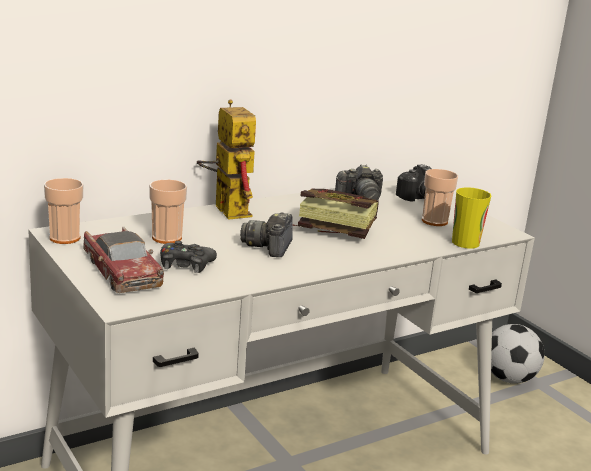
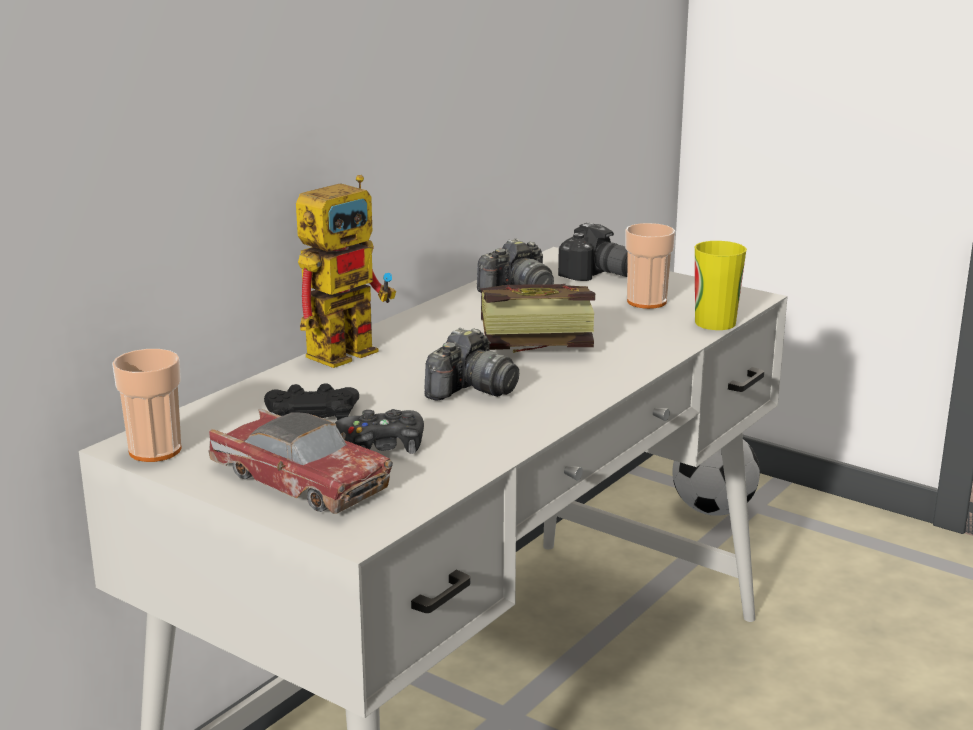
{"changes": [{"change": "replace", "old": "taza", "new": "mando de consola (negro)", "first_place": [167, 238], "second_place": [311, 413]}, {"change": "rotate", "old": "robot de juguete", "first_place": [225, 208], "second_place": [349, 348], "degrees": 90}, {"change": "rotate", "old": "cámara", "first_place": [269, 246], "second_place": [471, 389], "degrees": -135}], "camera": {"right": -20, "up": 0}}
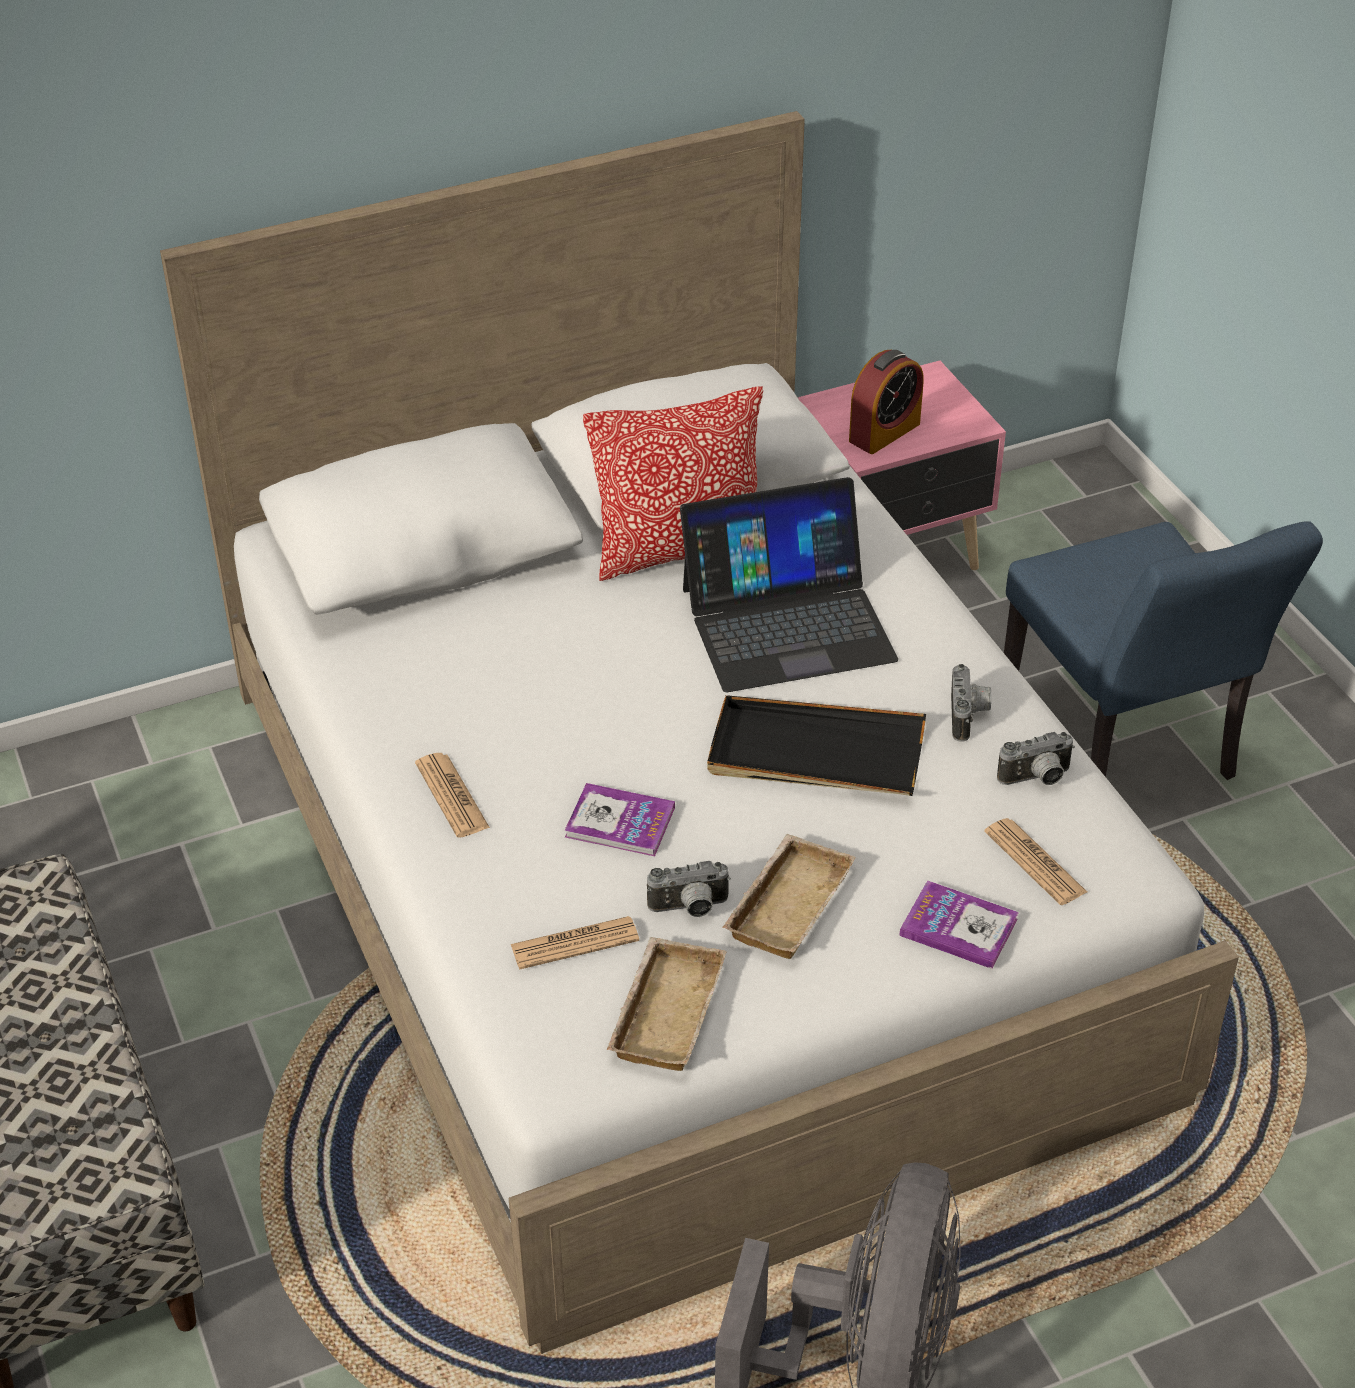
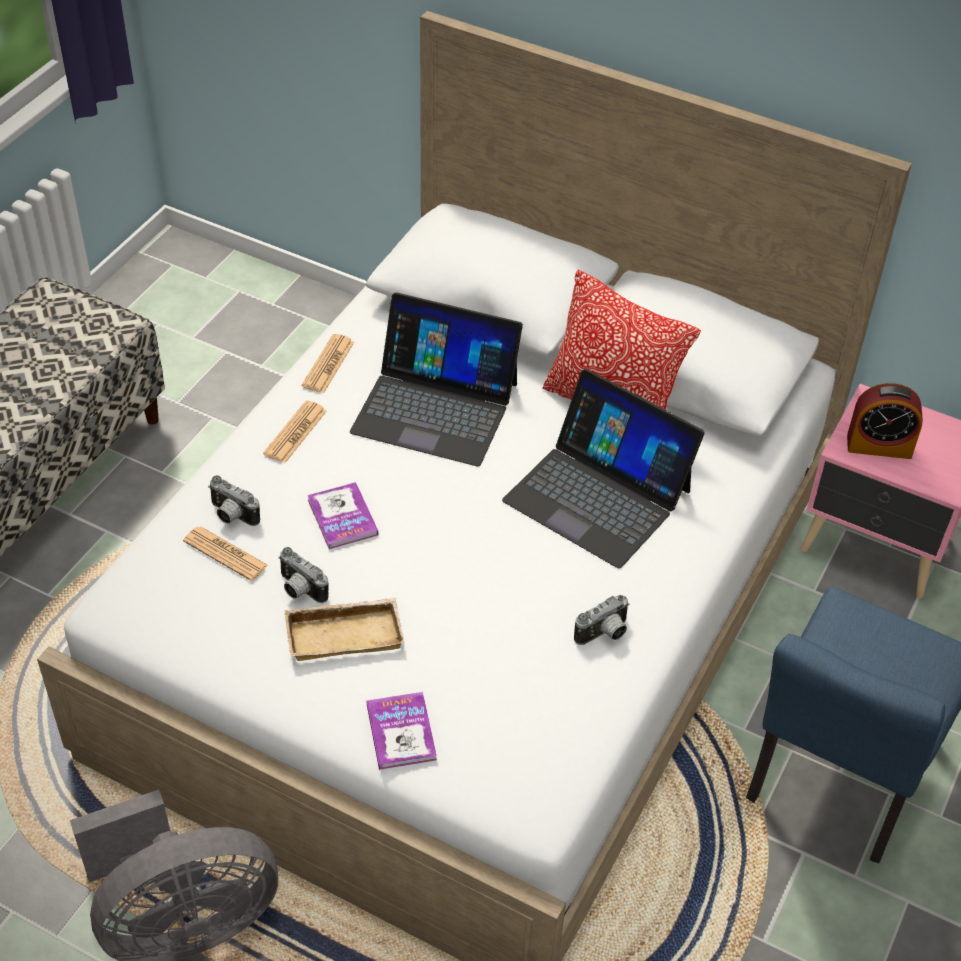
{"changes": [{"change": "delete", "old": "bandeja (beis)", "first_place": [664, 1010]}, {"change": "delete", "old": "bandeja (negro)", "first_place": [815, 753]}, {"change": "insert", "new": "portátil", "second_place": [435, 406]}, {"change": "move", "old": "periódico", "first_place": [1035, 862], "second_place": [328, 364]}, {"change": "move", "old": "cámara", "first_place": [1037, 779], "second_place": [231, 516]}], "camera": {"right": 50, "up": 5}}
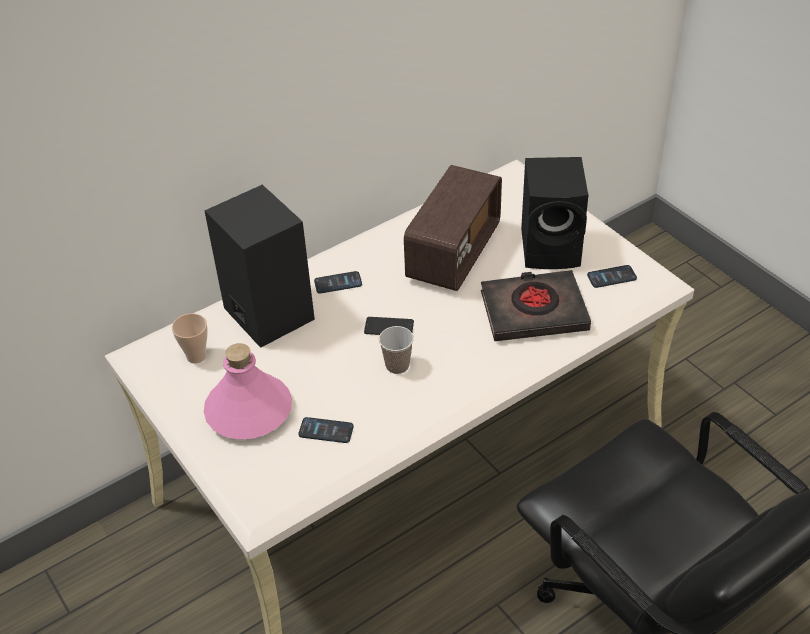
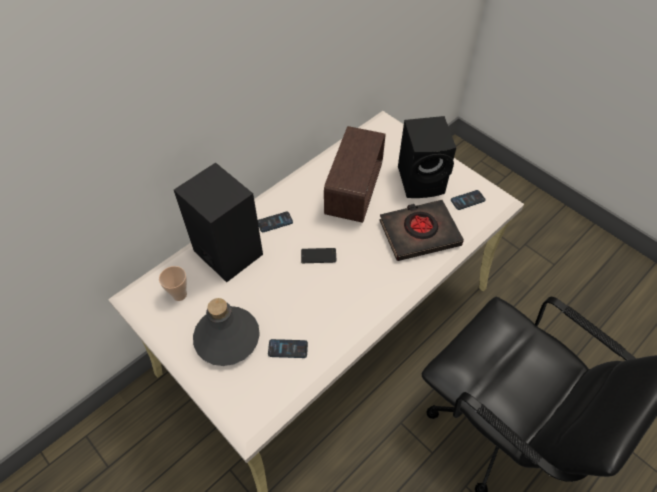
{"changes": [{"change": "delete", "old": "taza", "first_place": [397, 365]}, {"change": "recolor", "old": "botella (rosa)", "new": "botella (gris)", "first_place": [248, 411], "second_place": [227, 338]}], "camera": {"right": -10, "up": 10}}
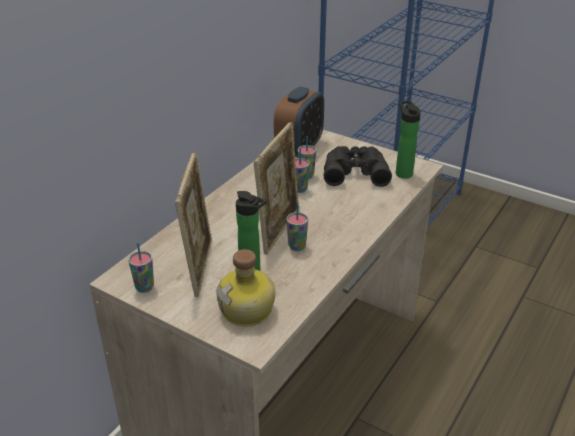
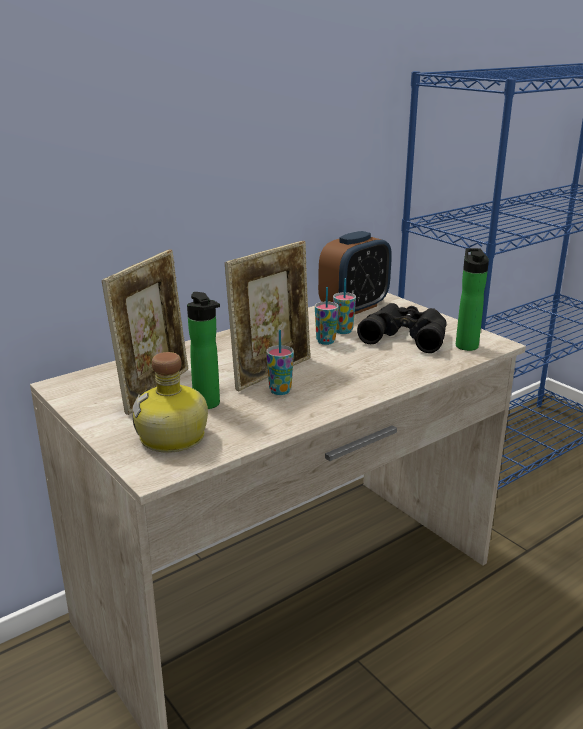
{"changes": [{"change": "delete", "old": "taza", "first_place": [144, 287]}], "camera": {"right": 20, "up": -10}}
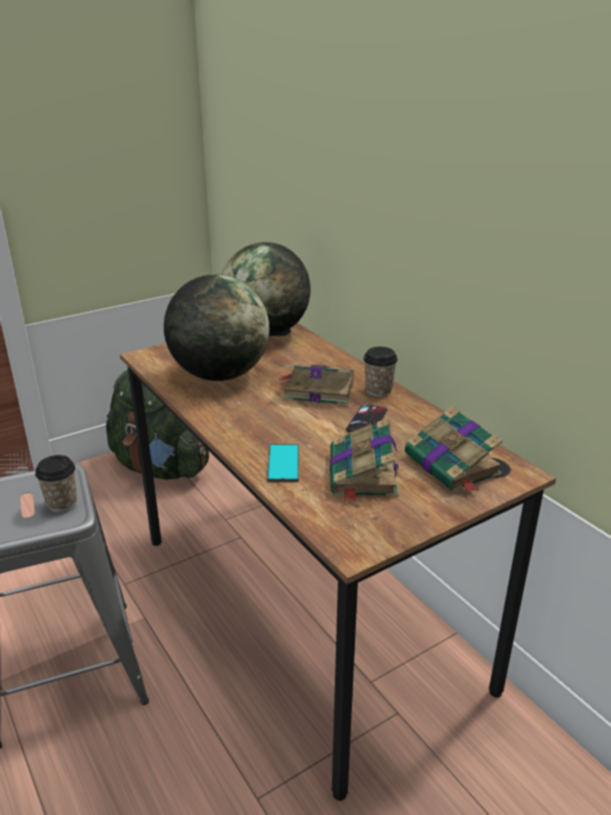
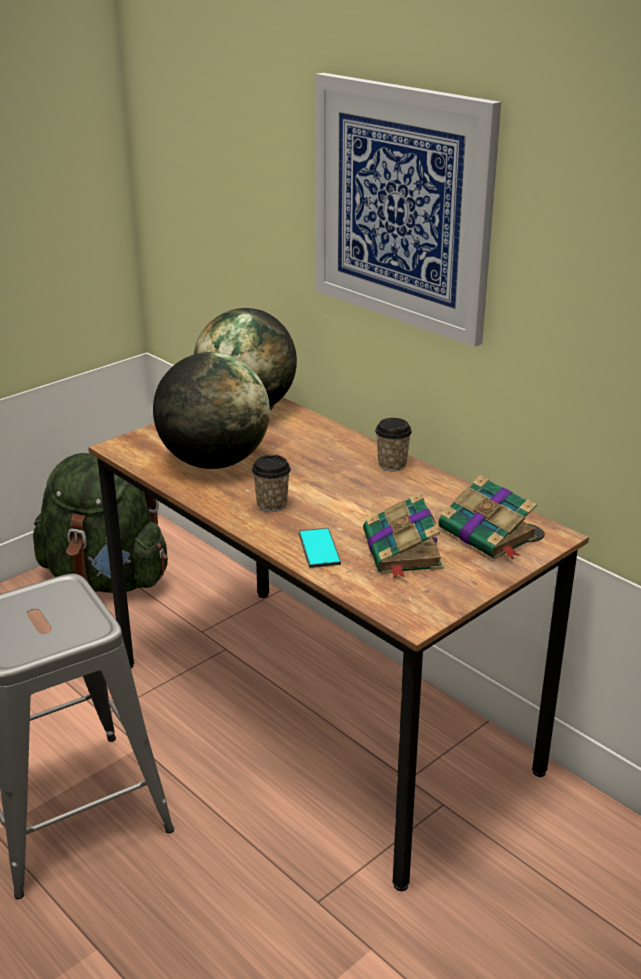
{"changes": [{"change": "delete", "old": "libro", "first_place": [317, 390]}, {"change": "delete", "old": "móvil", "first_place": [367, 420]}, {"change": "insert", "new": "cuadro", "second_place": [401, 206]}, {"change": "move", "old": "taza", "first_place": [62, 503], "second_place": [272, 505]}], "camera": {"right": -10, "up": 0}}
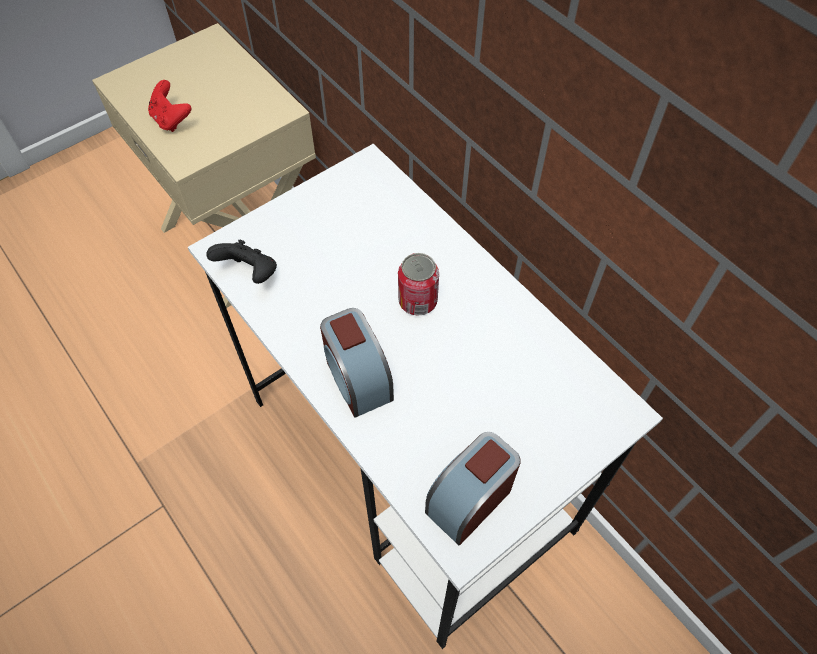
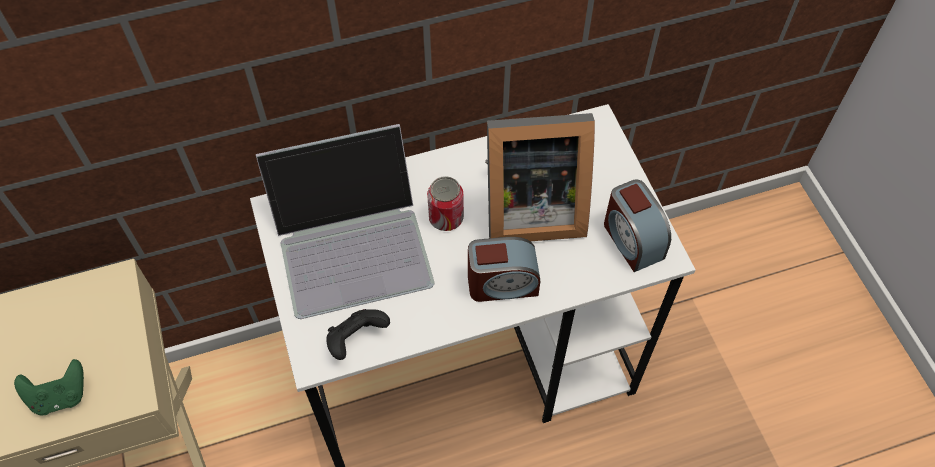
{"changes": [{"change": "insert", "new": "portátil", "second_place": [353, 242]}, {"change": "insert", "new": "portarretratos", "second_place": [529, 209]}, {"change": "recolor", "old": "mando de consola (rojo)", "new": "mando de consola (verde)", "first_place": [171, 120], "second_place": [60, 396]}], "camera": {"right": -70, "up": 0}}
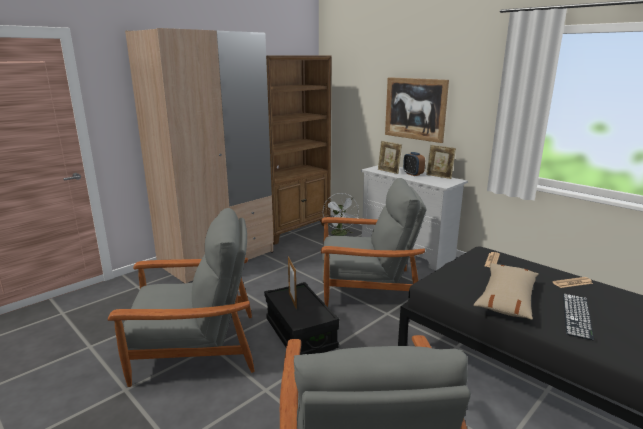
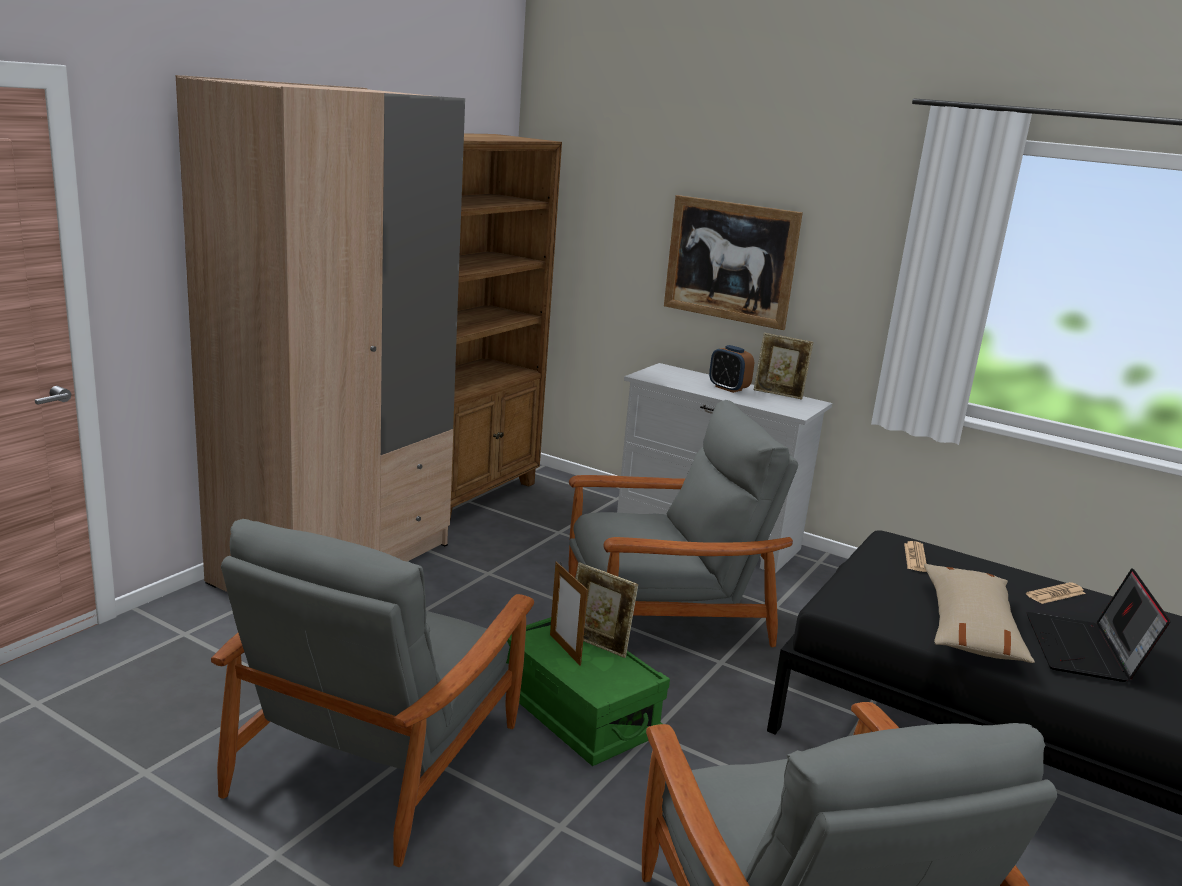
{"changes": [{"change": "delete", "old": "ventilador (blanco)", "first_place": [340, 234]}, {"change": "move", "old": "portarretratos", "first_place": [388, 171], "second_place": [598, 645]}, {"change": "replace", "old": "teclado", "new": "portátil", "first_place": [577, 315], "second_place": [1086, 651]}, {"change": "recolor", "old": "caja de almacenaje (negro)", "new": "caja de almacenaje (verde)", "first_place": [300, 334], "second_place": [578, 713]}, {"change": "rotate", "old": "sillón (gris)", "first_place": [194, 348], "second_place": [379, 757], "degrees": 135}], "camera": {"right": -15, "up": 0}}
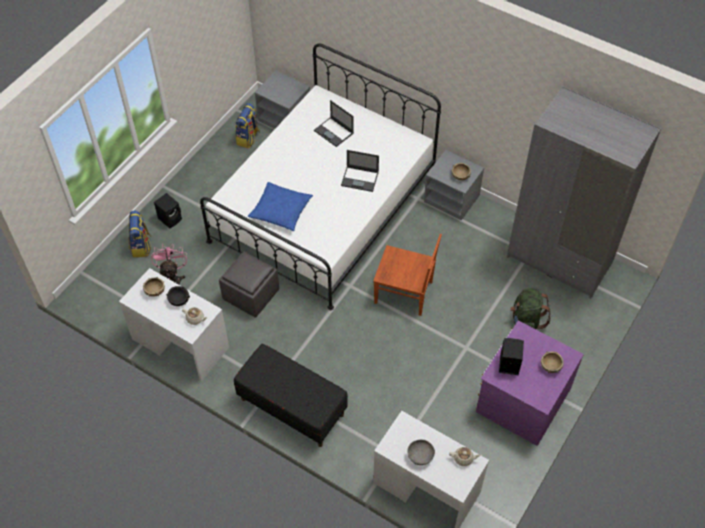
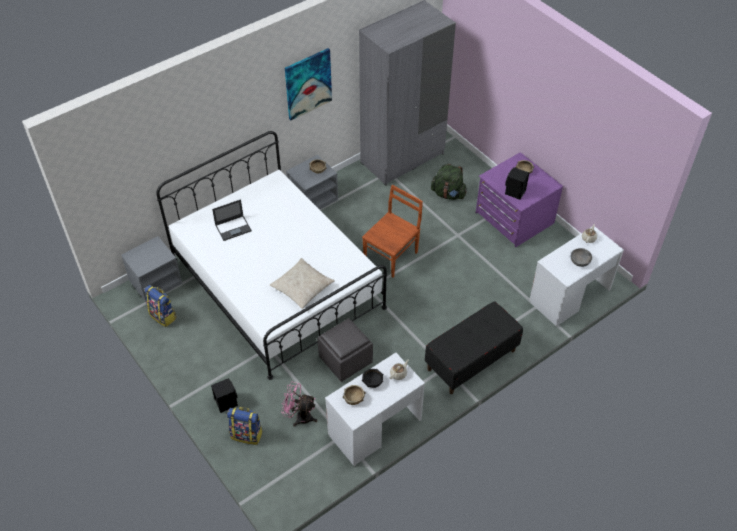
{"changes": [{"change": "delete", "old": "portátil", "first_place": [360, 179]}, {"change": "insert", "new": "cuadro", "second_place": [308, 84]}, {"change": "recolor", "old": "cojín (azul)", "new": "cojín (beis)", "first_place": [280, 210], "second_place": [302, 287]}], "camera": {"right": -70, "up": -5}}
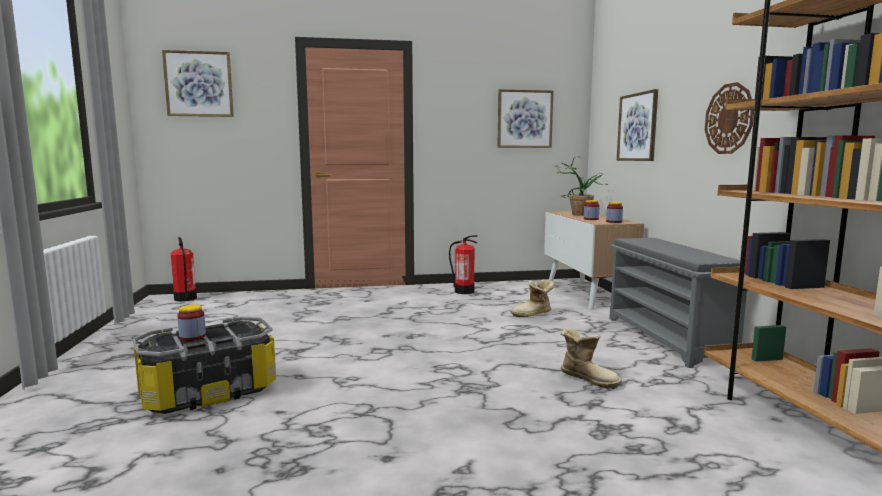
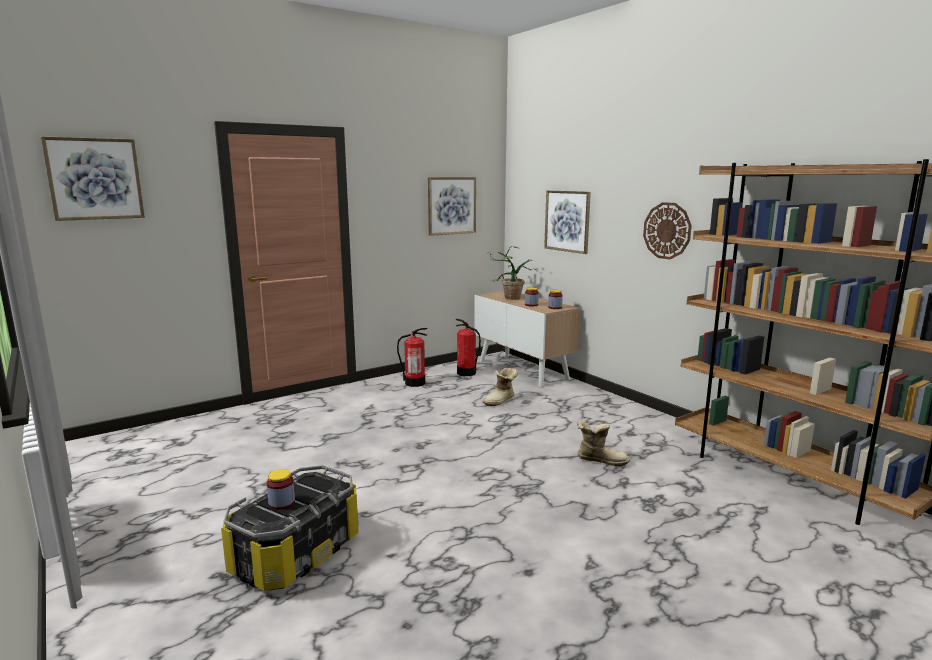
{"changes": [{"change": "delete", "old": "zapatero (gris)", "first_place": [668, 339]}, {"change": "move", "old": "extintor", "first_place": [185, 298], "second_place": [466, 373]}], "camera": {"right": -25, "up": 5}}
